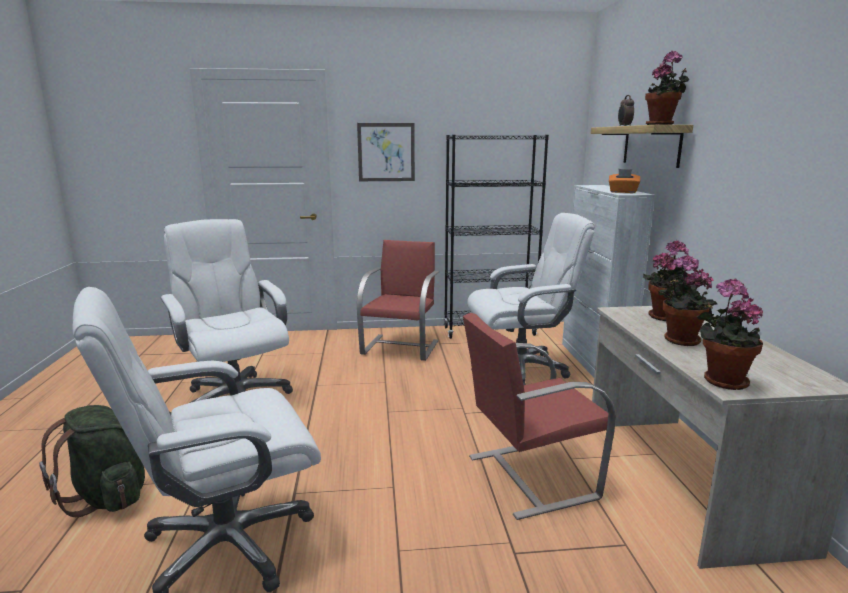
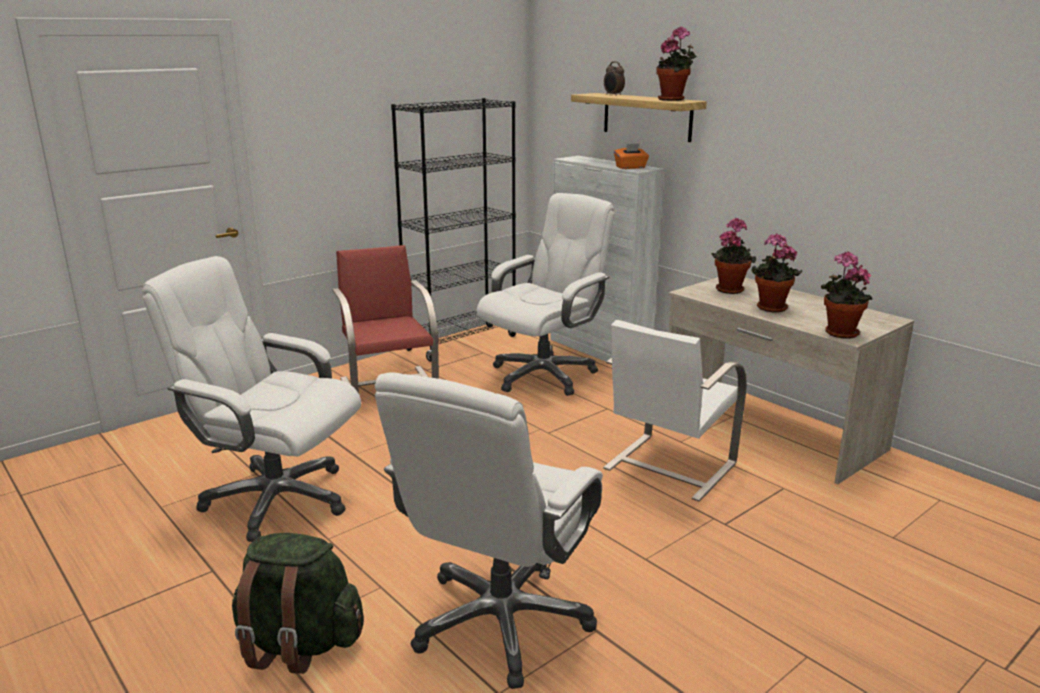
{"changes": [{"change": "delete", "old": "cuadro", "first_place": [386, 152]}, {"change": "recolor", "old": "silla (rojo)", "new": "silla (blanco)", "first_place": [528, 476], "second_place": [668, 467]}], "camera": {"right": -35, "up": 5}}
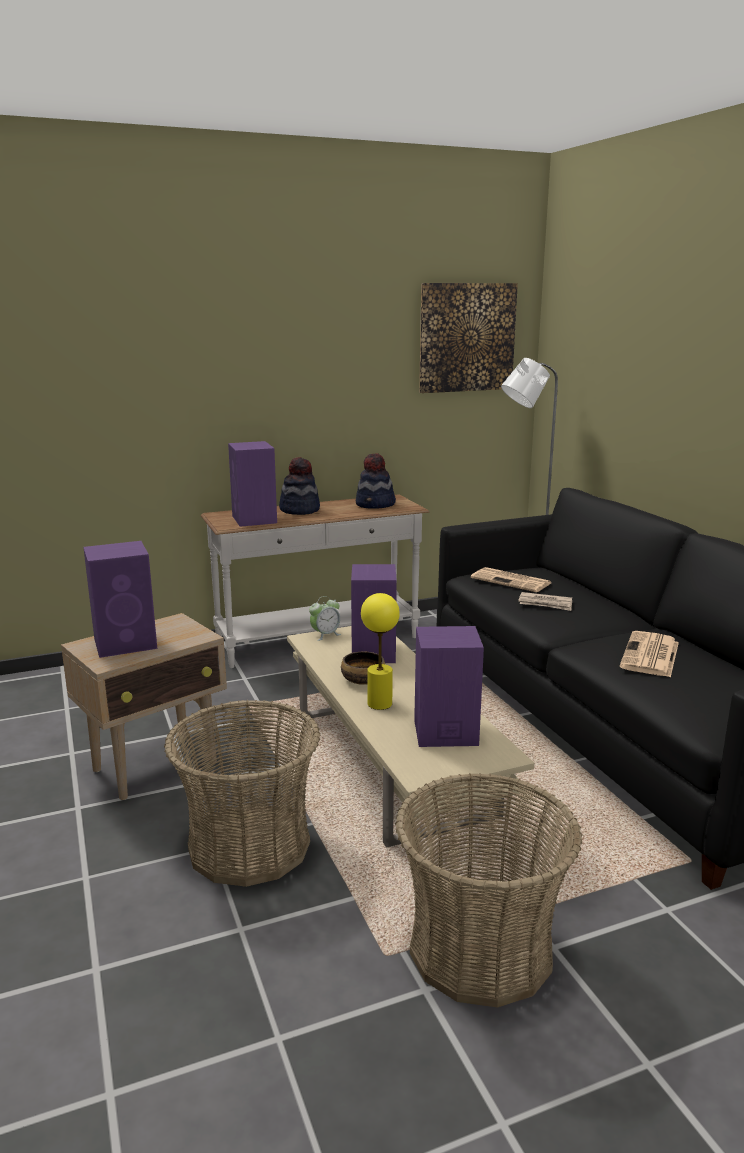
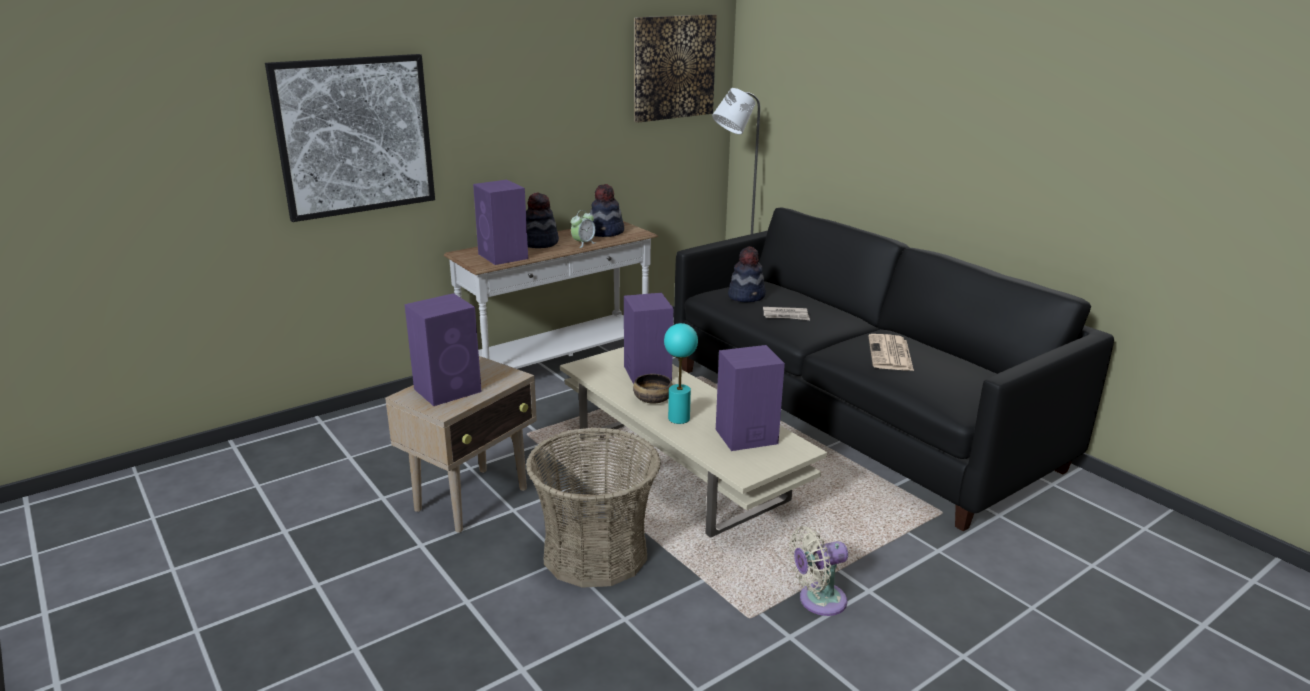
{"changes": [{"change": "insert", "new": "cuadro", "second_place": [355, 136]}, {"change": "move", "old": "despertador", "first_place": [325, 635], "second_place": [583, 244]}, {"change": "replace", "old": "cesta", "new": "ventilador (beis)", "first_place": [481, 949], "second_place": [817, 601]}, {"change": "replace", "old": "periódico", "new": "sombrero", "first_place": [512, 581], "second_place": [747, 296]}, {"change": "recolor", "old": "lámpara de mesa (amarillo)", "new": "lámpara de mesa (turquesa)", "first_place": [380, 703], "second_place": [679, 418]}], "camera": {"right": -15, "up": 5}}
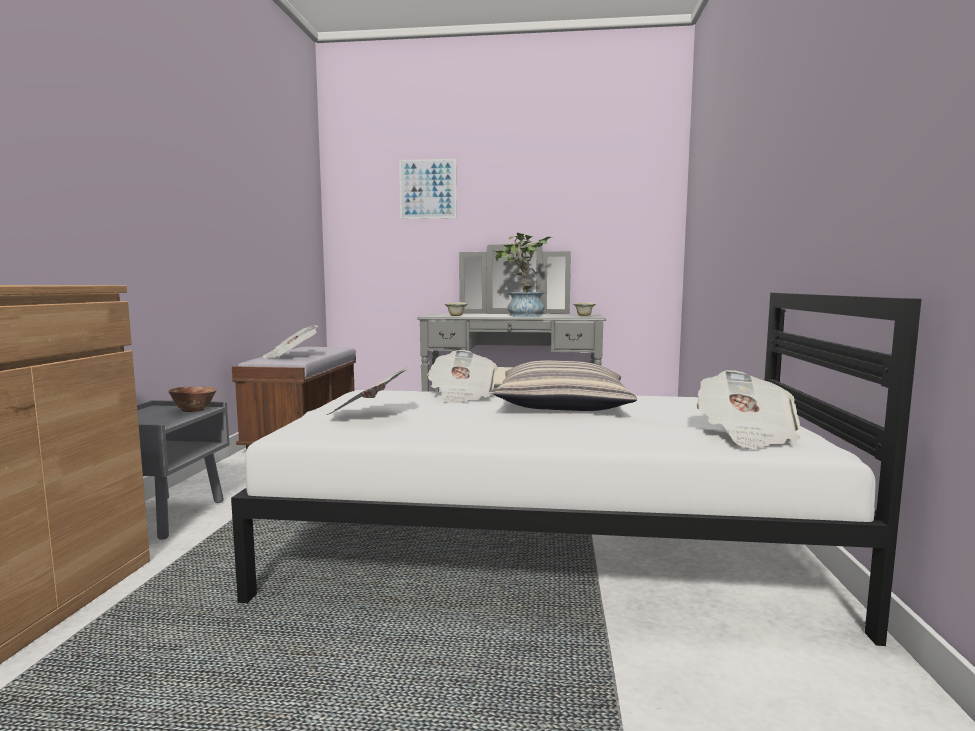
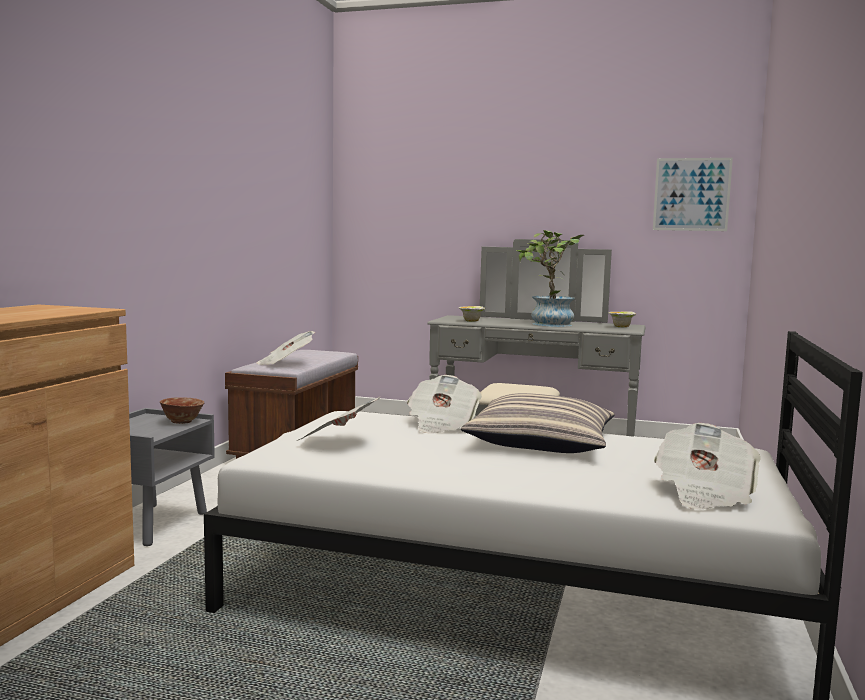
{"changes": [{"change": "move", "old": "cuadro", "first_place": [427, 189], "second_place": [691, 194]}], "camera": {"right": 10, "up": 0}}
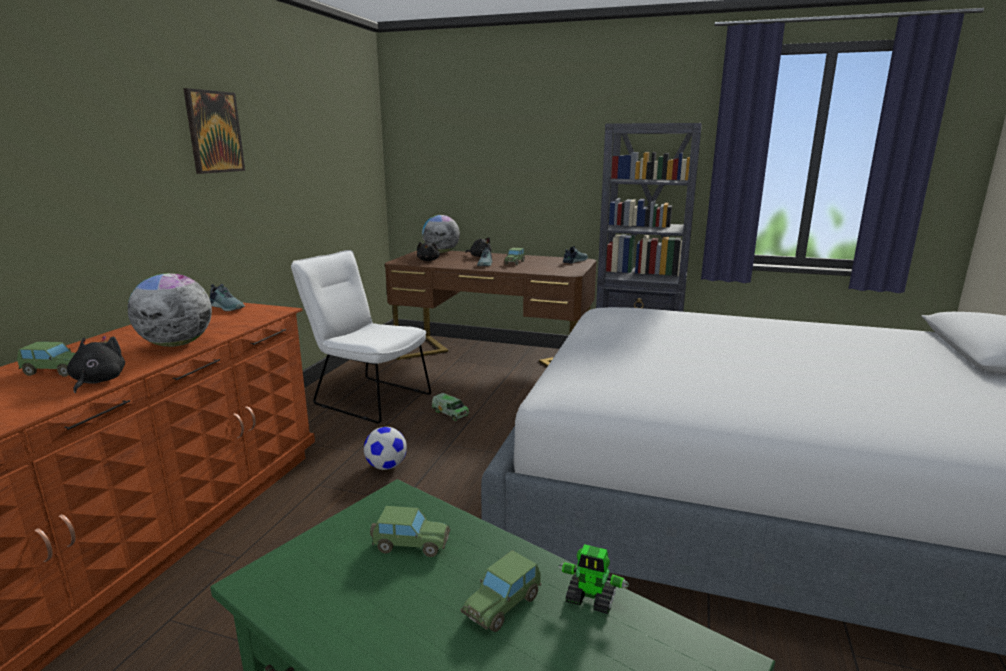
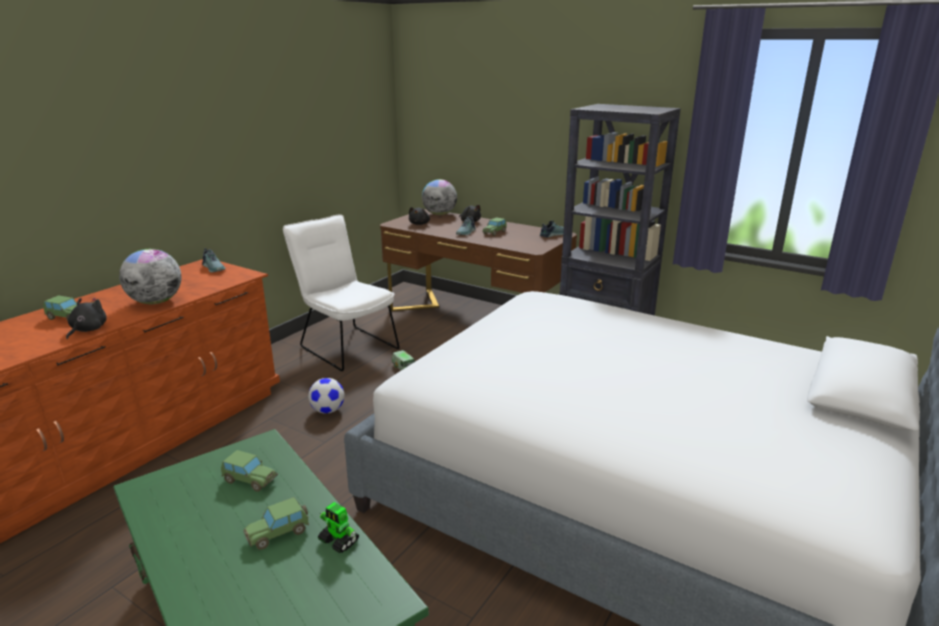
{"changes": [{"change": "delete", "old": "cuadro", "first_place": [214, 132]}], "camera": {"right": 15, "up": 5}}
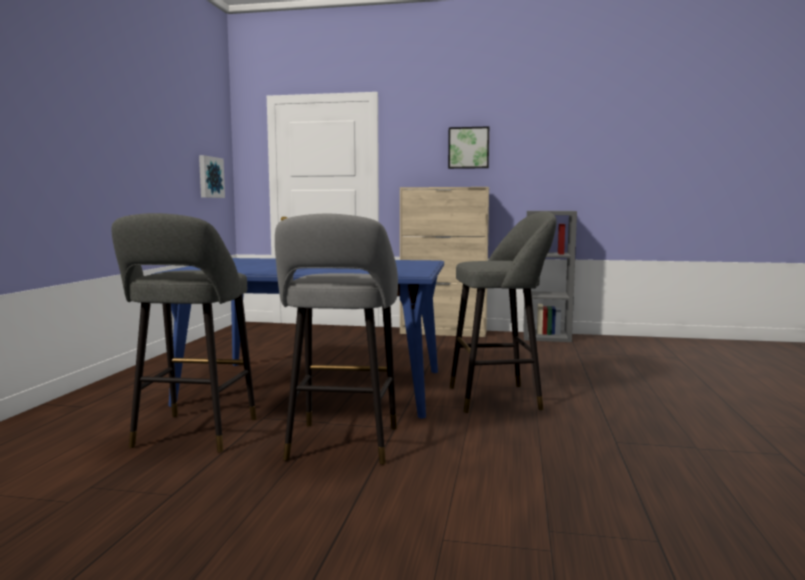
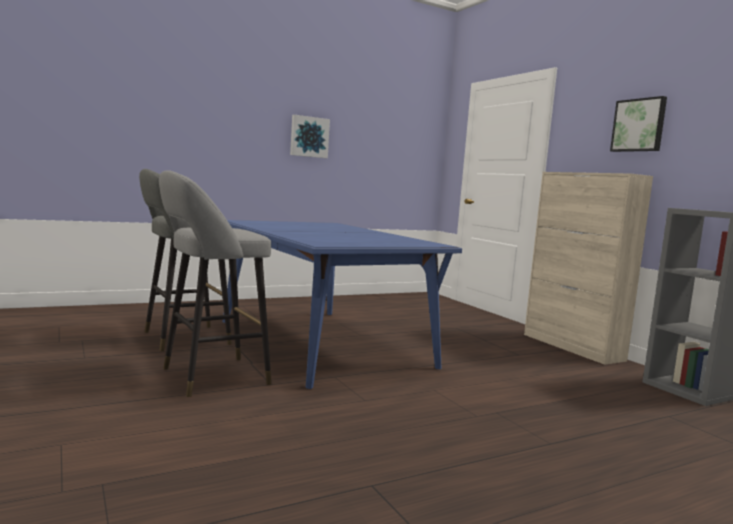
{"changes": [{"change": "delete", "old": "taburete (gris)", "first_place": [500, 398]}, {"change": "move", "old": "cuadro", "first_place": [210, 177], "second_place": [309, 137]}], "camera": {"right": 50, "up": 0}}
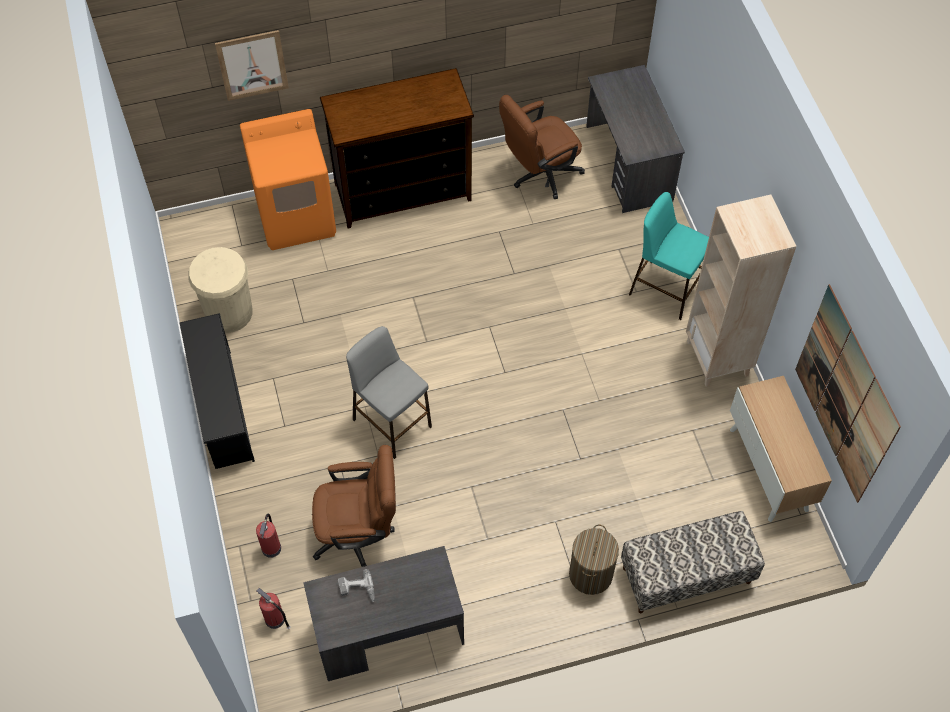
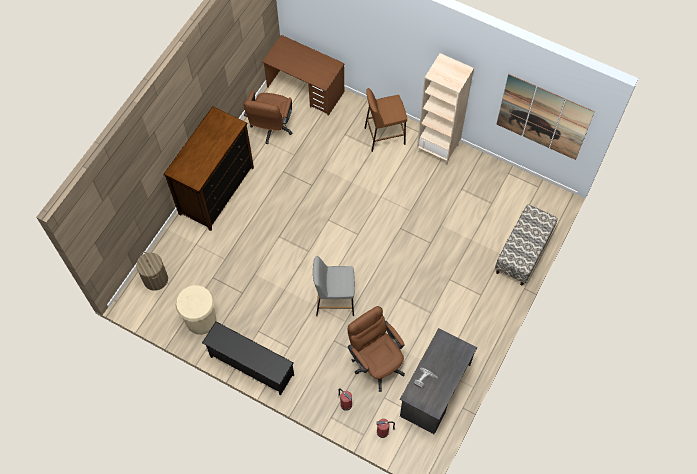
{"changes": [{"change": "delete", "old": "cuadro", "first_place": [252, 65]}, {"change": "delete", "old": "lavadora (naranja)", "first_place": [296, 217]}, {"change": "delete", "old": "armario", "first_place": [769, 469]}, {"change": "move", "old": "cesto de la ropa", "first_place": [590, 574], "second_place": [155, 279]}, {"change": "recolor", "old": "escritorio (gris)", "new": "escritorio (marrón)", "first_place": [628, 164], "second_place": [305, 89]}, {"change": "recolor", "old": "taburete (turquesa)", "new": "taburete (marrón)", "first_place": [665, 289], "second_place": [384, 136]}, {"change": "rotate", "old": "silla de oficina (marrón)", "first_place": [359, 533], "second_place": [376, 361], "degrees": -75}], "camera": {"right": -45, "up": 5}}
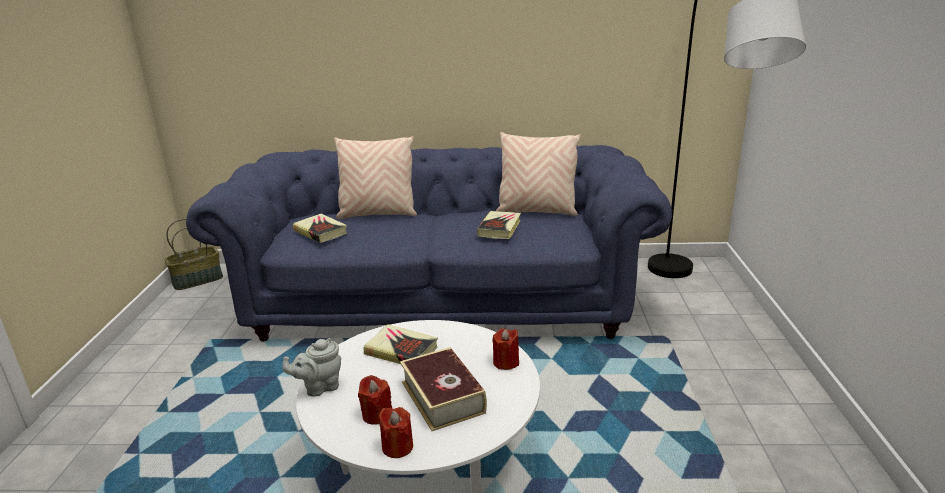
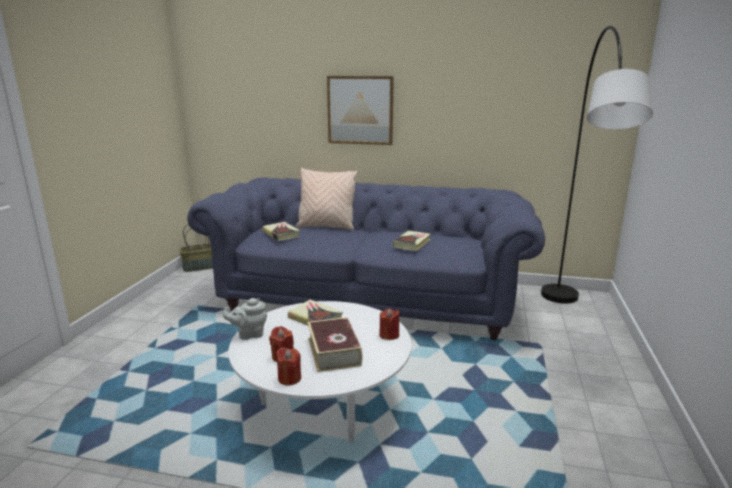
{"changes": [{"change": "delete", "old": "cojín (beis)", "first_place": [536, 211]}, {"change": "insert", "new": "cuadro", "second_place": [360, 110]}], "camera": {"right": 10, "up": -5}}
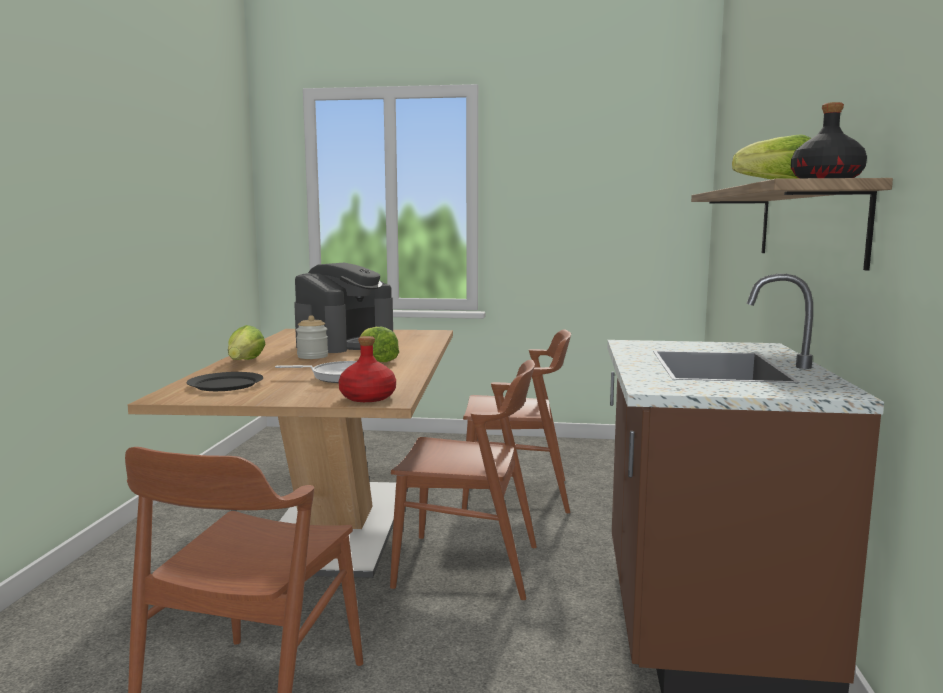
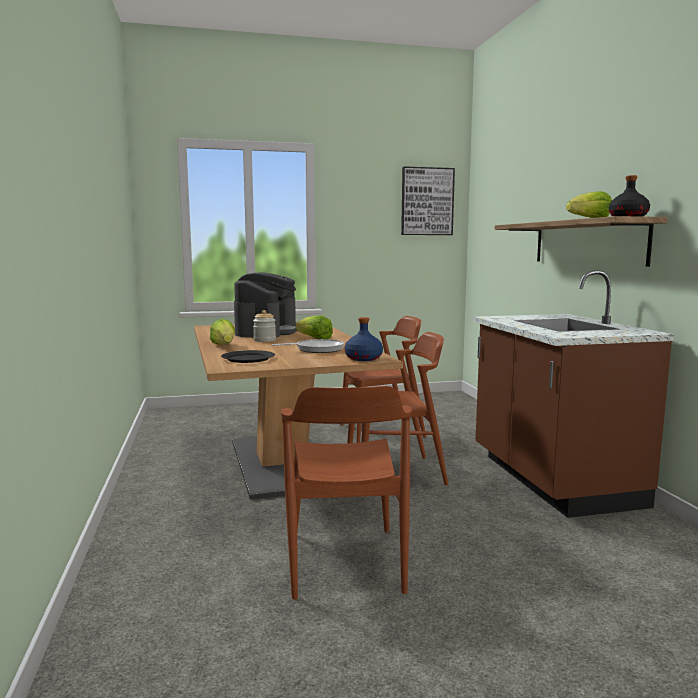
{"changes": [{"change": "insert", "new": "cuadro", "second_place": [427, 201]}, {"change": "recolor", "old": "botella (rojo)", "new": "botella (azul)", "first_place": [367, 397], "second_place": [363, 358]}], "camera": {"right": -20, "up": 0}}
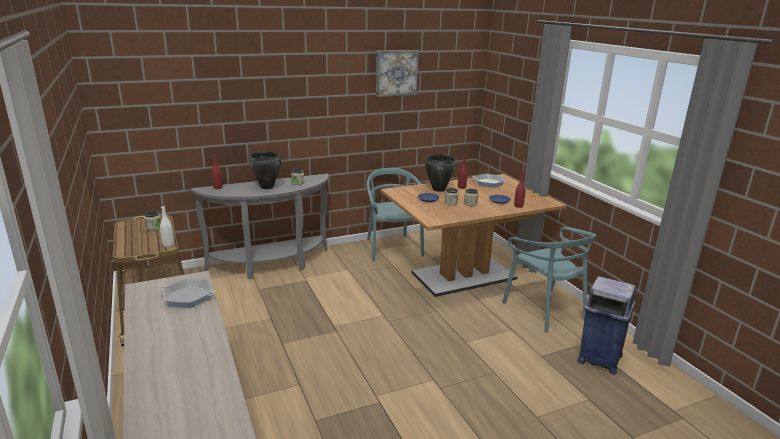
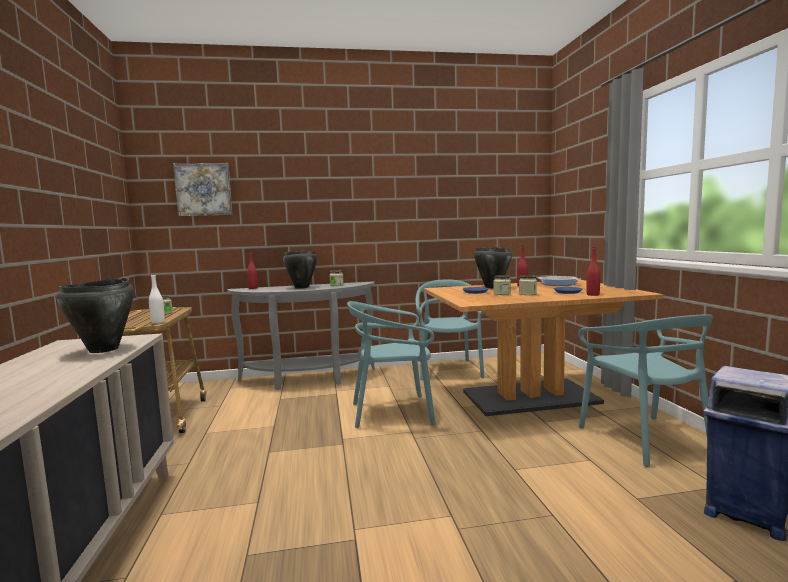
{"changes": [{"change": "insert", "new": "silla (turquesa)", "second_place": [393, 412]}, {"change": "move", "old": "cuadro", "first_place": [396, 73], "second_place": [203, 189]}, {"change": "replace", "old": "sartén", "new": "olla (negro)", "first_place": [188, 297], "second_place": [104, 349]}], "camera": {"right": 15, "up": -15}}
